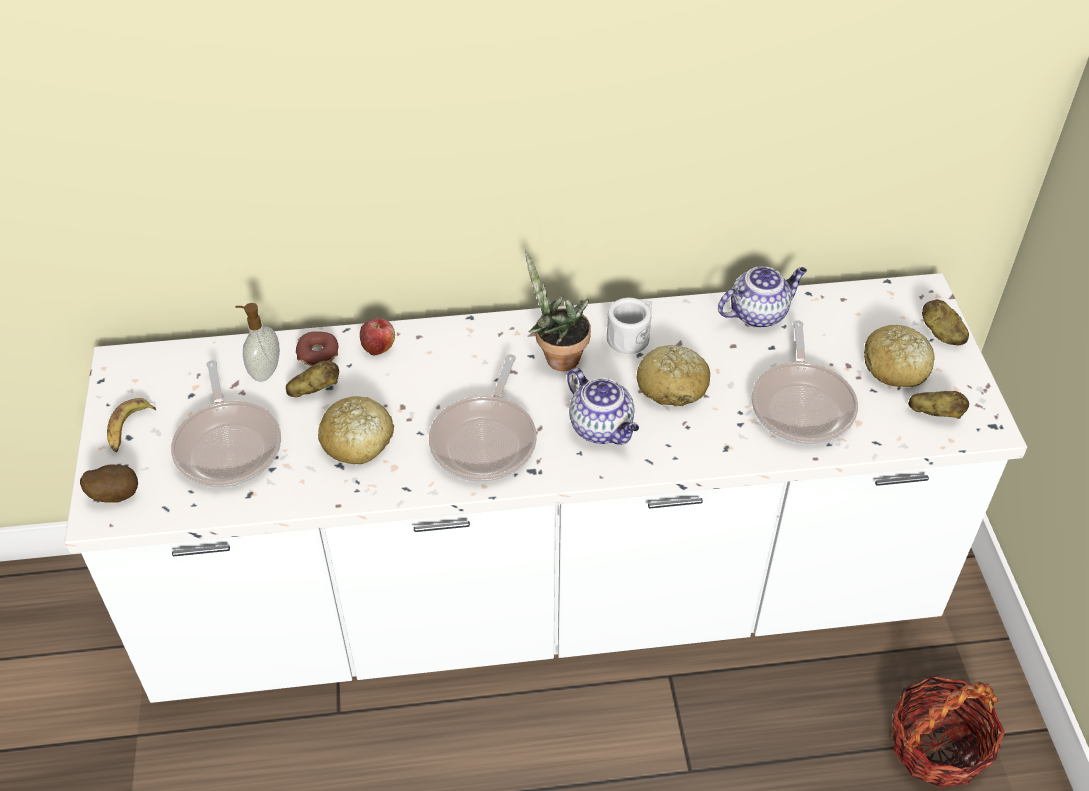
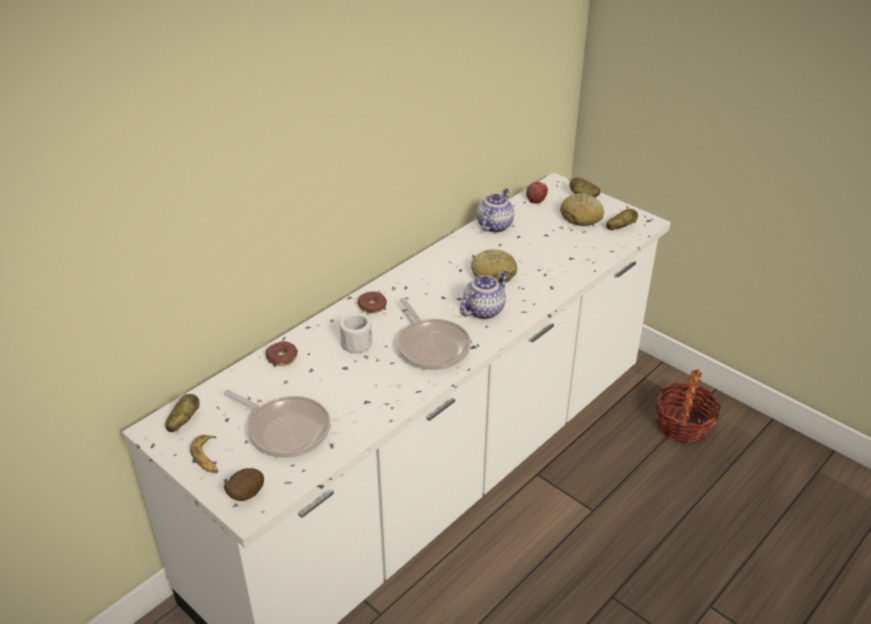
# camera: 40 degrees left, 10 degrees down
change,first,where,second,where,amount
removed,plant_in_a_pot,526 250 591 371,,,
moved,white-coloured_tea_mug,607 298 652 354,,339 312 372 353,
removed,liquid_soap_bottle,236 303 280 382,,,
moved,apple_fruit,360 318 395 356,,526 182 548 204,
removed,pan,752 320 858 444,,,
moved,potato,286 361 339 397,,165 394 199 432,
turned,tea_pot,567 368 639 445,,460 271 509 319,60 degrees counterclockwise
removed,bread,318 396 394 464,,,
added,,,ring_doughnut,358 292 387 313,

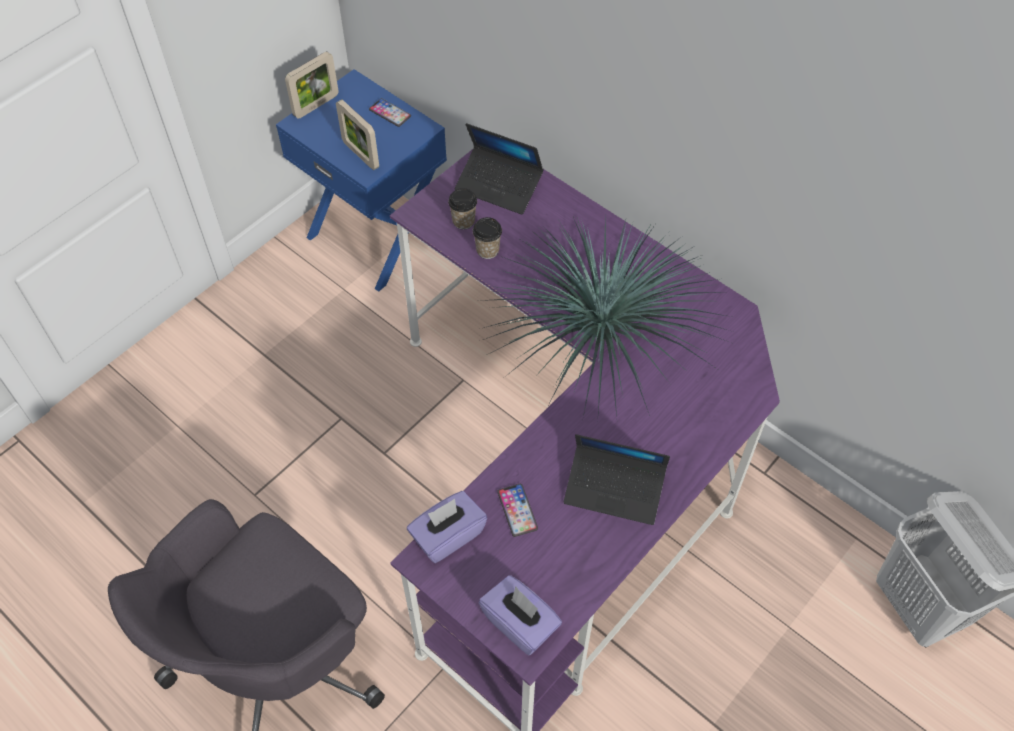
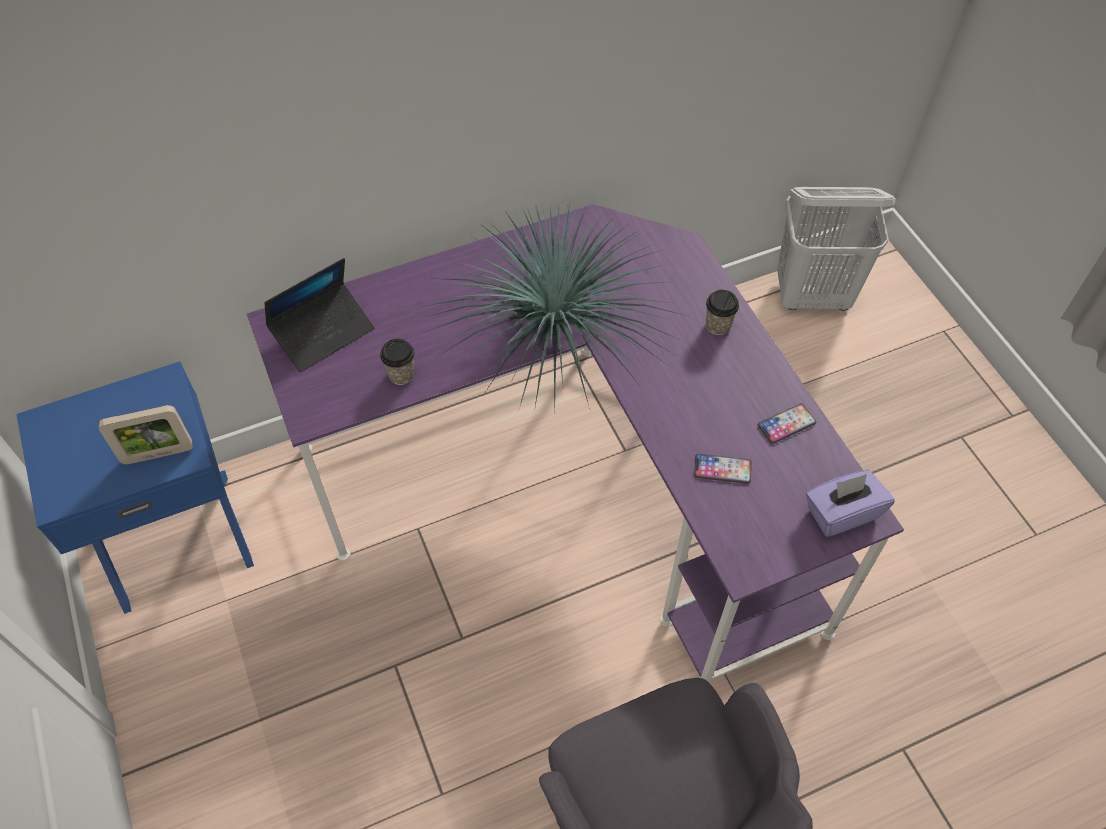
# camera: 65 degrees left, 0 degrees up
change,first,where,second,where,amount
removed,standing_frame,285 52 339 119,,,
moved,handset,369 98 411 127,,758 403 817 444,
moved,cup,448 188 477 230,,706 290 739 335,
removed,laptop,564 434 670 525,,,
removed,purple_box_of_tissues,407 491 487 563,,,

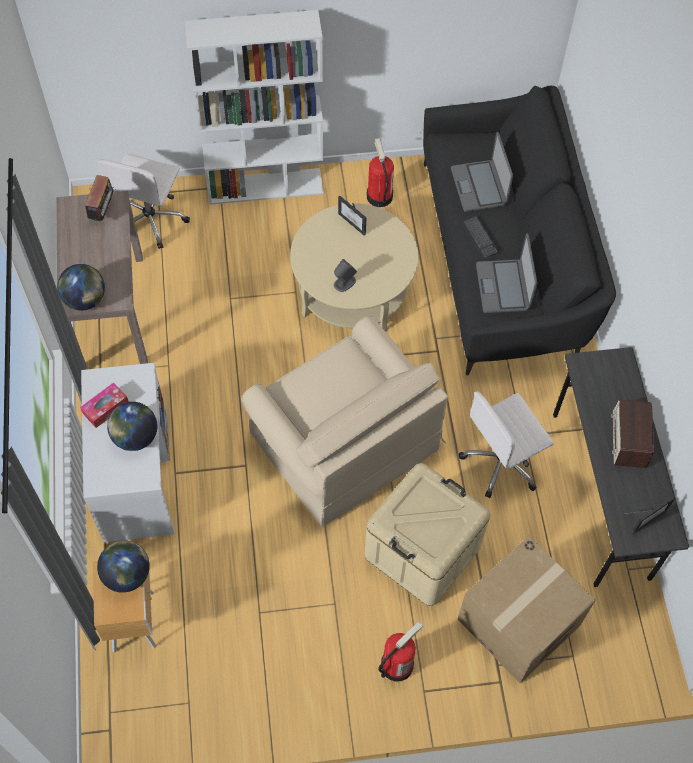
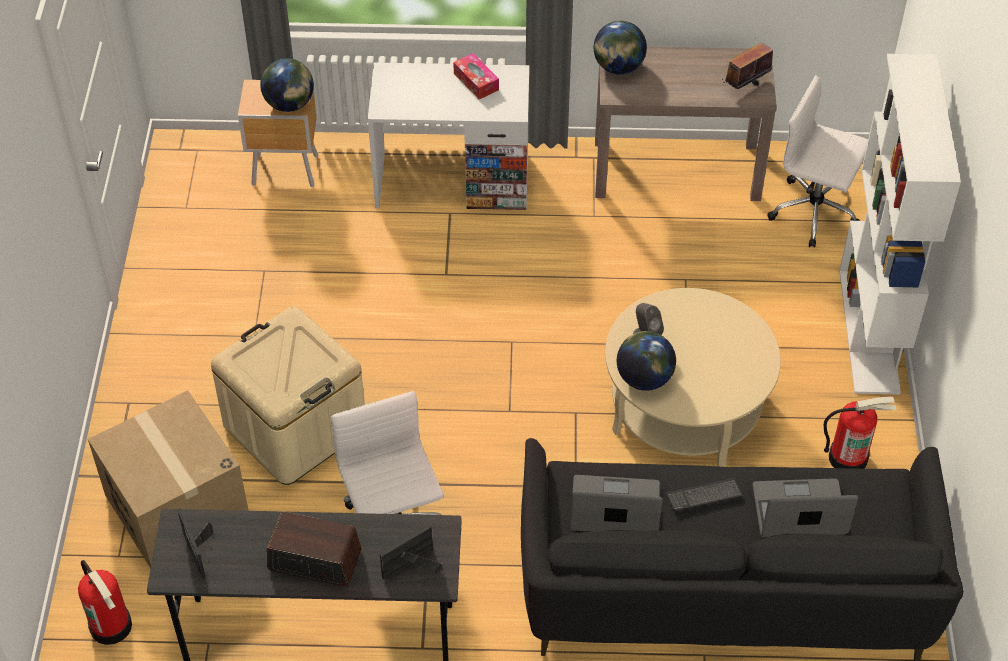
# camera: 100 degrees right, 10 degrees down
change,first,where,second,where,amount
turned,radio_receiver,84 175 118 221,,722 38 773 89,120 degrees clockwise
moved,standing_frame,338 196 366 235,,380 525 443 580,
removed,beige_armchair,241 315 448 528,,,
moved,world_globe,107 402 157 451,,617 331 676 391,
moved,fire_extinguisher,378 622 424 682,,78 560 132 645,

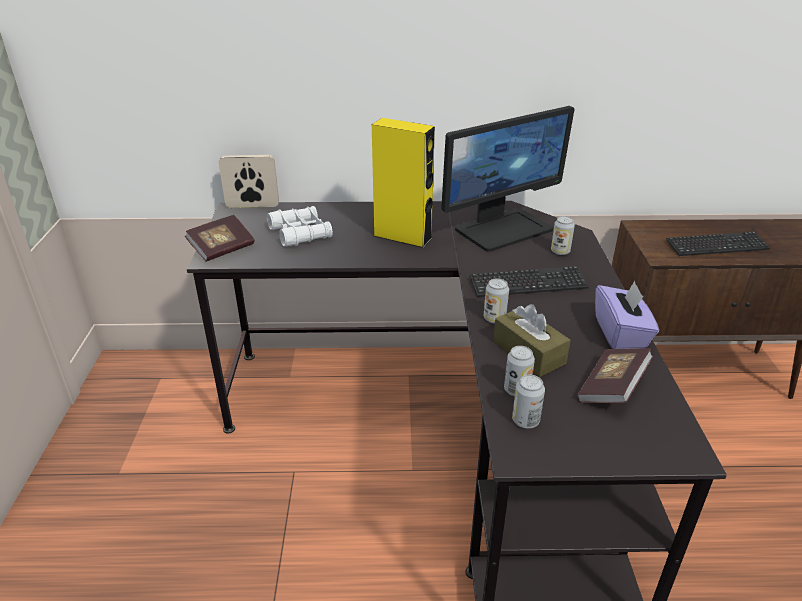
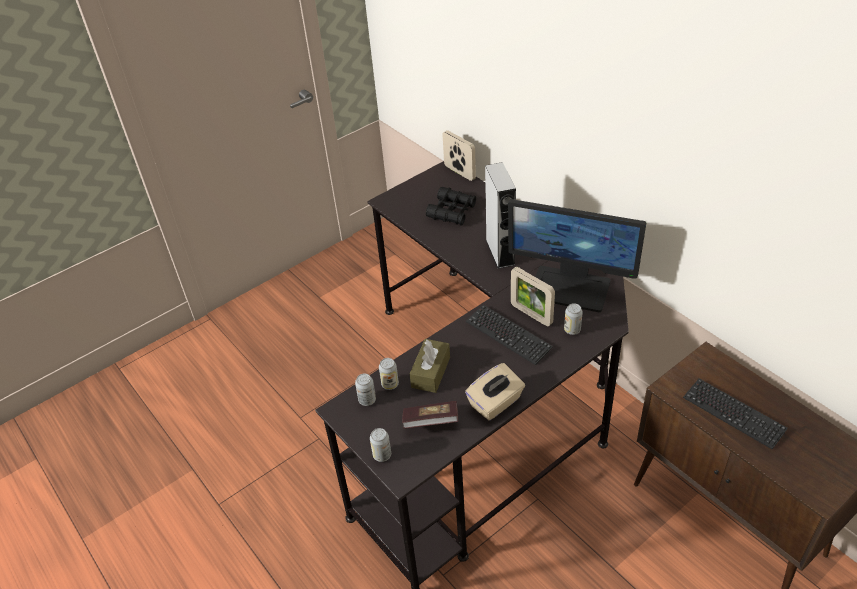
# camera: 55 degrees right, 10 degrees up
change,first,where,second,where,amount
recoloured,yellow_loudspeaker,372 118 435 248,gray_loudspeaker,485 162 516 269,
recoloured,white-coloured_field_glasses,267 206 333 246,black-coloured_field_glasses,426 187 476 225,
removed,bound_book,185 215 255 262,,,
moved,metal_can,484 278 509 323,,370 428 391 462,
recoloured,purple_box_of_tissues,595 281 659 349,beige_box_of_tissues,465 363 525 421,
added,,,standing_frame,511 267 555 326,

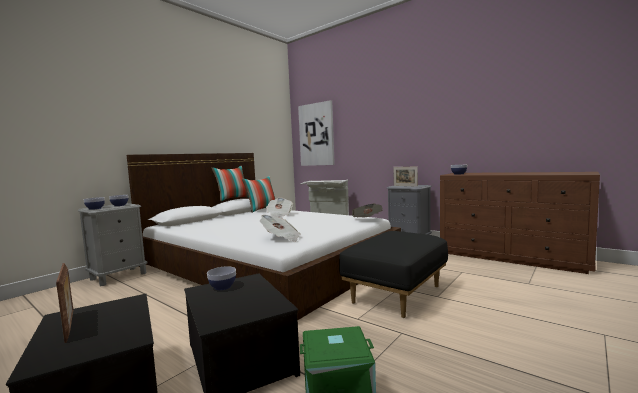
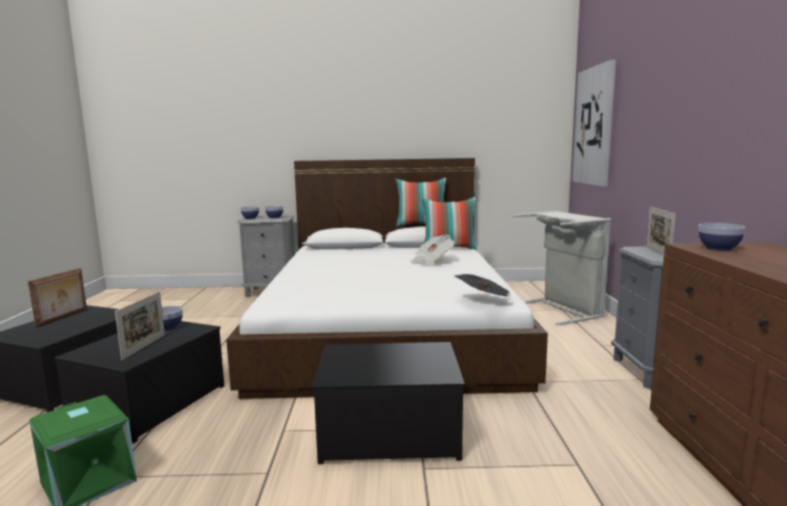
# camera: 50 degrees right, 5 degrees up
change,first,where,second,where,amount
removed,printed_paper,259 215 301 241,,,
replaced,black-coloured_footrest,339 231 448 318,storage_container,312 342 465 464,
added,,,standing_frame,115 291 165 360,

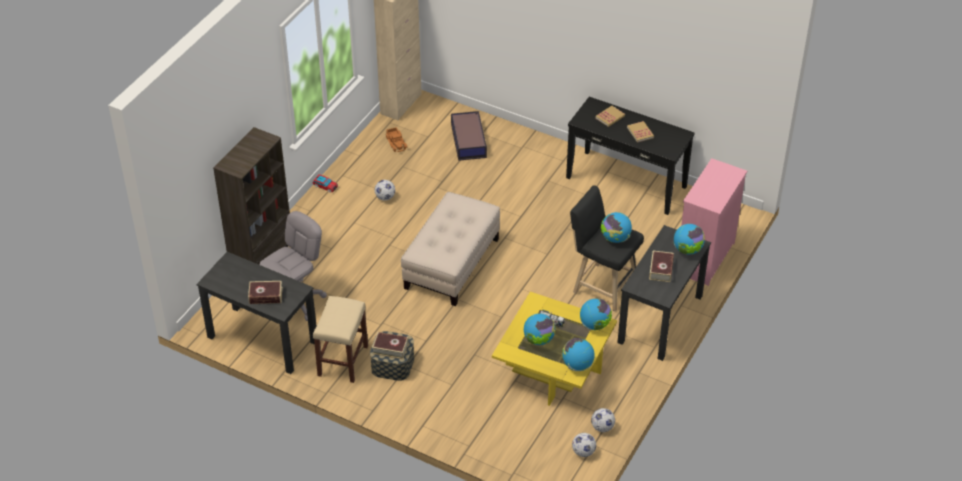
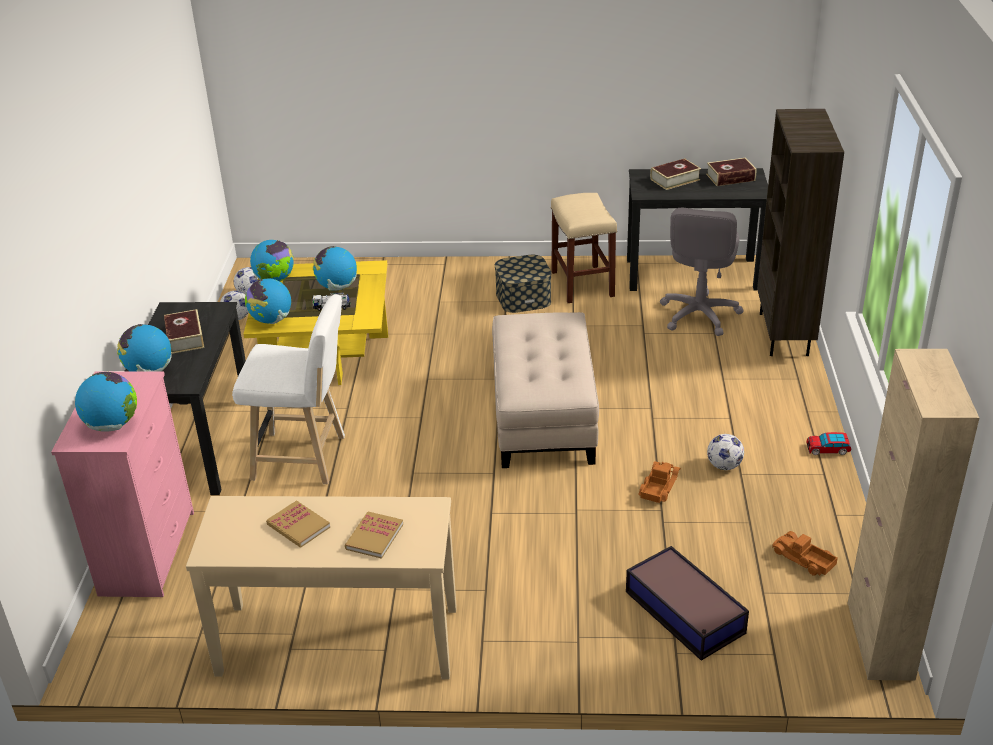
# camera: 155 degrees right, 10 degrees down
change,first,where,second,where,amount
recoloured,black-coloured_console_table,566 97 694 215,beige_console_table,186 496 457 680,
recoloured,black-coloured_stool,570 185 644 312,white-coloured_stool,232 294 345 484,
moved,world_globe,601 212 632 243,,75 372 137 432,
moved,bound_book,372 332 408 359,,706 157 757 186,
added,,,toy_truck,638 461 681 503,

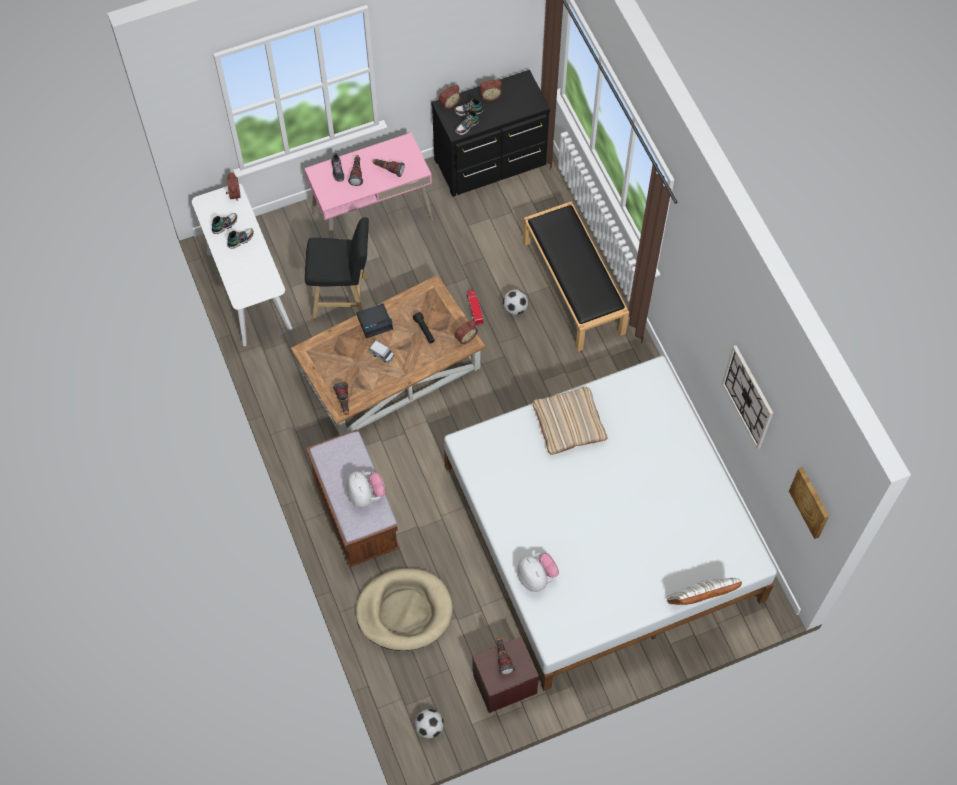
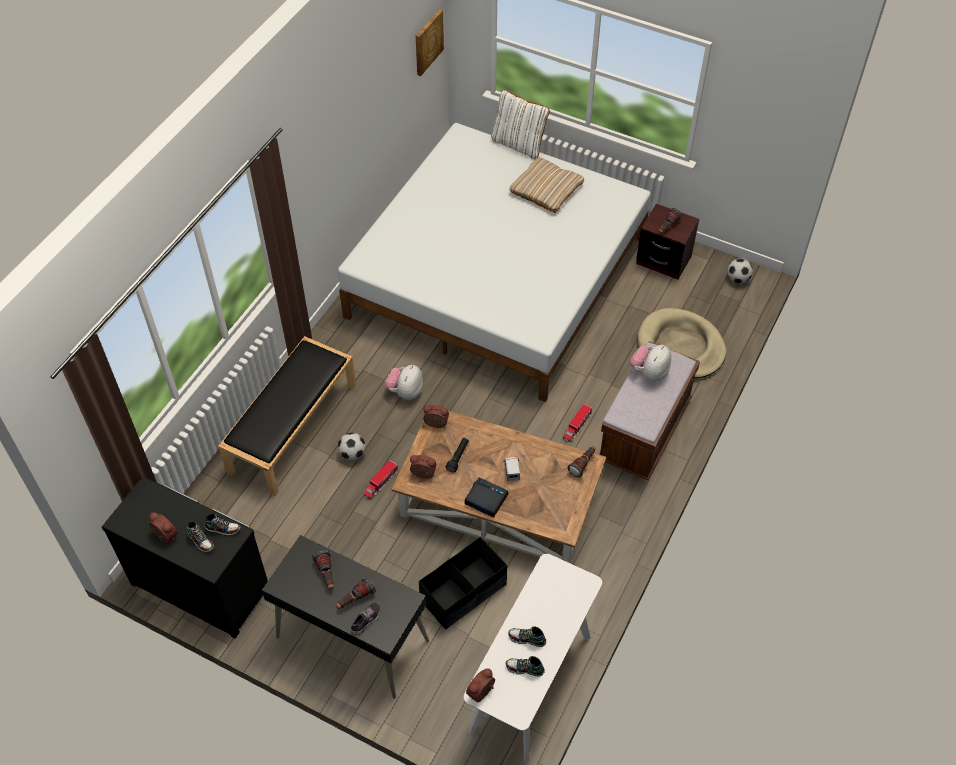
# camera: 130 degrees left, 10 degrees down
change,first,where,second,where,amount
moved,alarm_clock,439 85 461 109,,410 455 437 479,
recoloured,pink-coloured_desk_table,304 133 433 238,black-coloured_desk_table,262 535 429 699,
replaced,black-coloured_stool,305 217 369 320,black-coloured_storage_container,419 537 507 630,
removed,wall_clock,722 345 773 449,,,
moved,beige_pillow,533 387 607 455,,510 158 584 213,
moved,soft_toy,517 553 559 592,,385 365 423 400,
added,,,toy_truck,563 404 592 442,

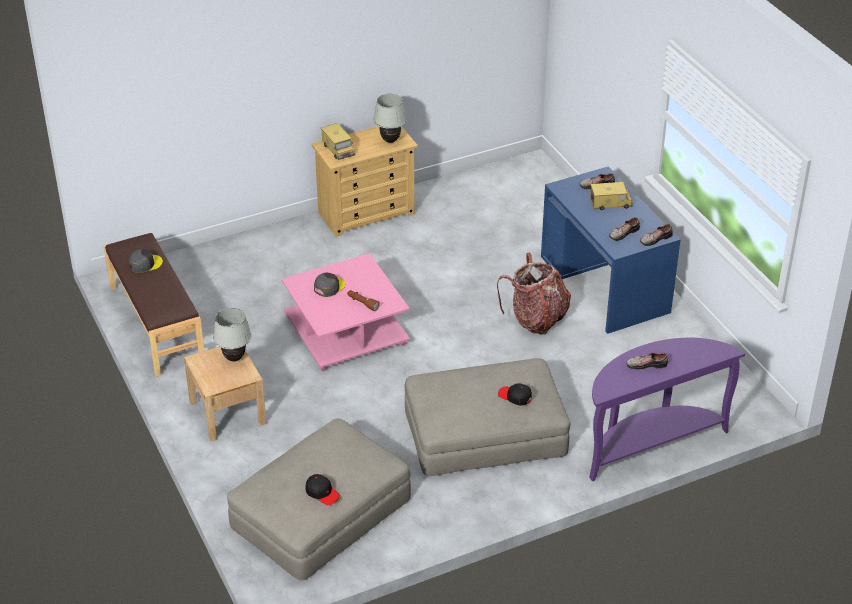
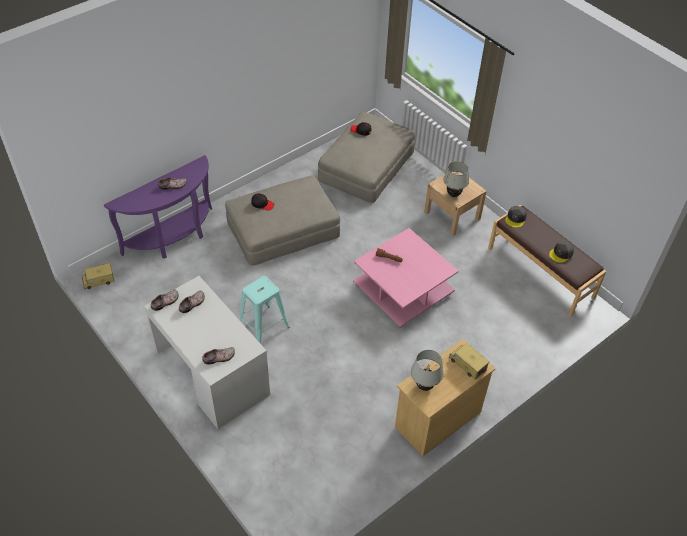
# camera: 165 degrees right, 10 degrees up
change,first,where,second,where,amount
recoloured,bluish_desk_table,541 166 681 334,white-coloured_desk_table,144 276 270 429,
moved,toy_truck,590 182 633 210,,81 263 115 290,
replaced,backpack,497 252 571 335,blue-green_stool,240 276 290 343,
moved,gray_cap,314 272 345 297,,505 206 527 228,

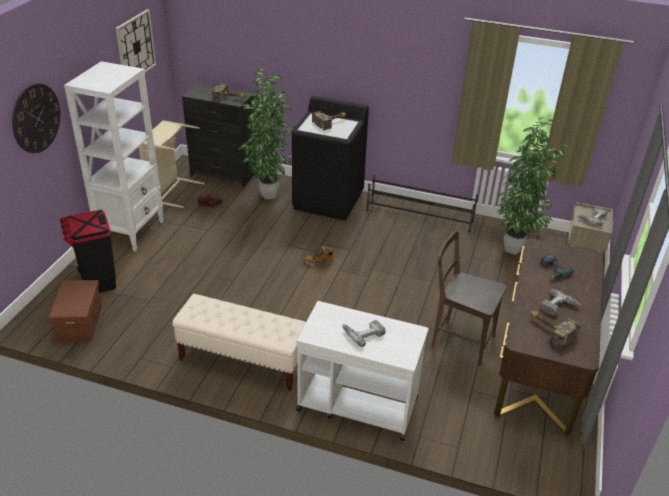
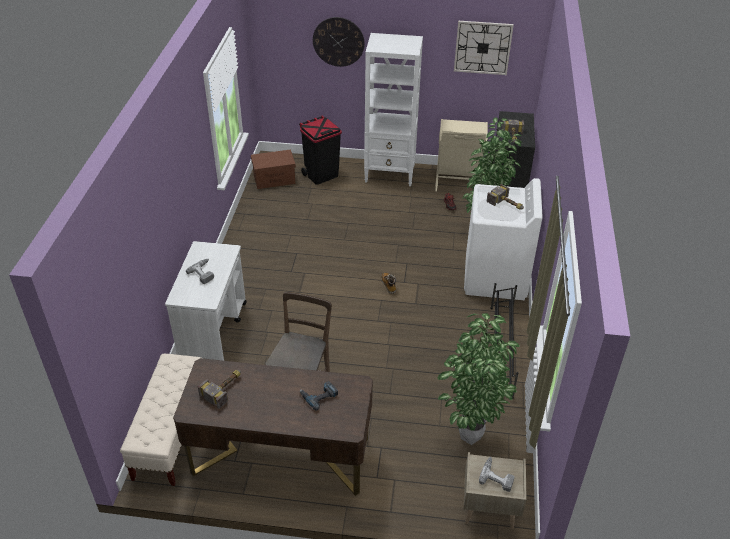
# camera: 80 degrees right, 5 degrees up
change,first,where,second,where,amount
recoloured,black-coloured_laundry_machine,292 96 369 220,white-coloured_laundry_machine,464 178 543 301,
removed,drill,540 289 581 315,,,
moved,beige_indoor_bench,172 294 306 391,,120 354 201 486,

